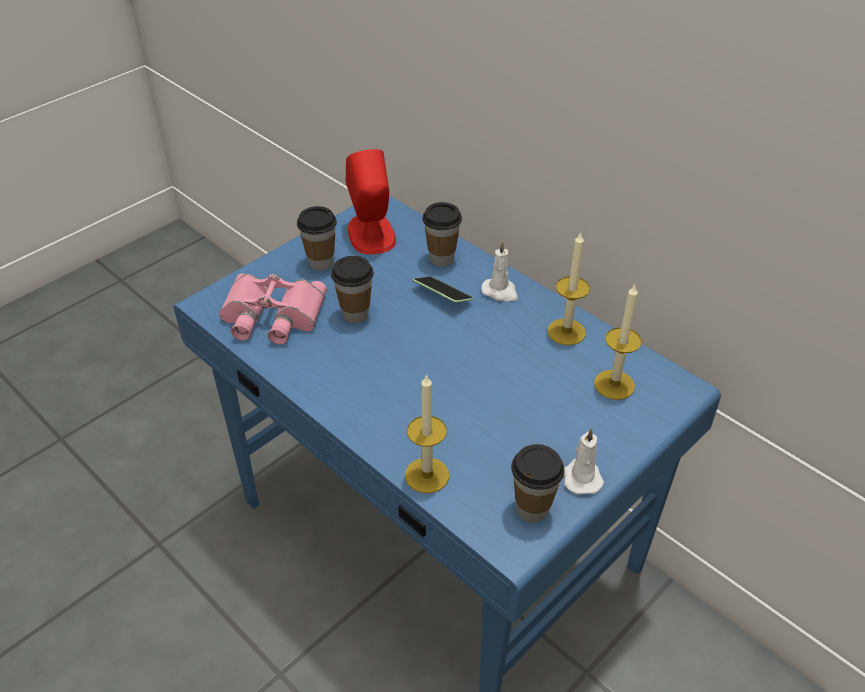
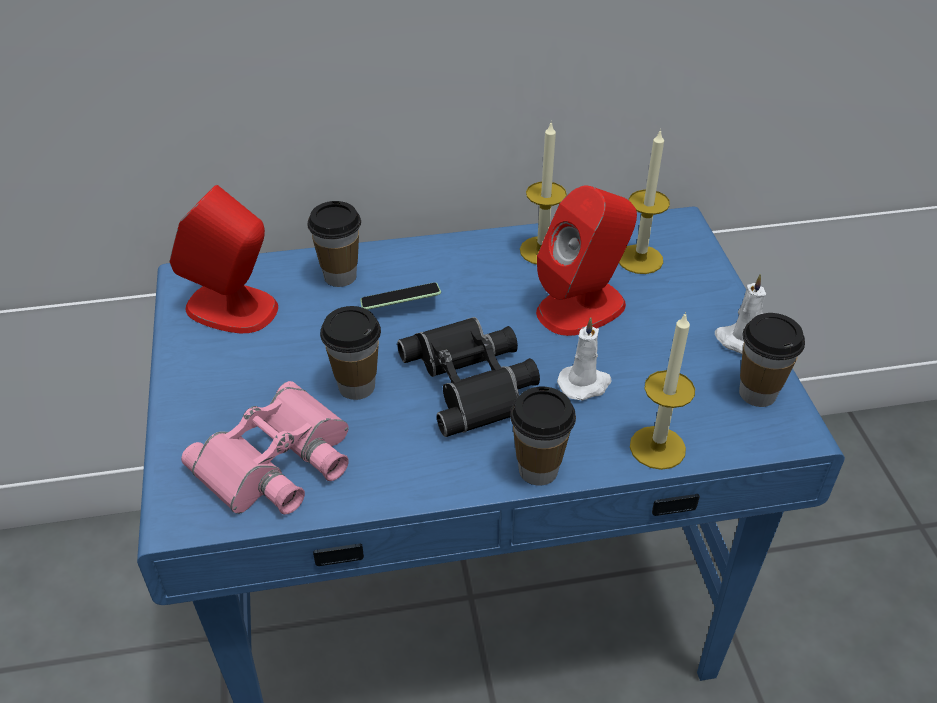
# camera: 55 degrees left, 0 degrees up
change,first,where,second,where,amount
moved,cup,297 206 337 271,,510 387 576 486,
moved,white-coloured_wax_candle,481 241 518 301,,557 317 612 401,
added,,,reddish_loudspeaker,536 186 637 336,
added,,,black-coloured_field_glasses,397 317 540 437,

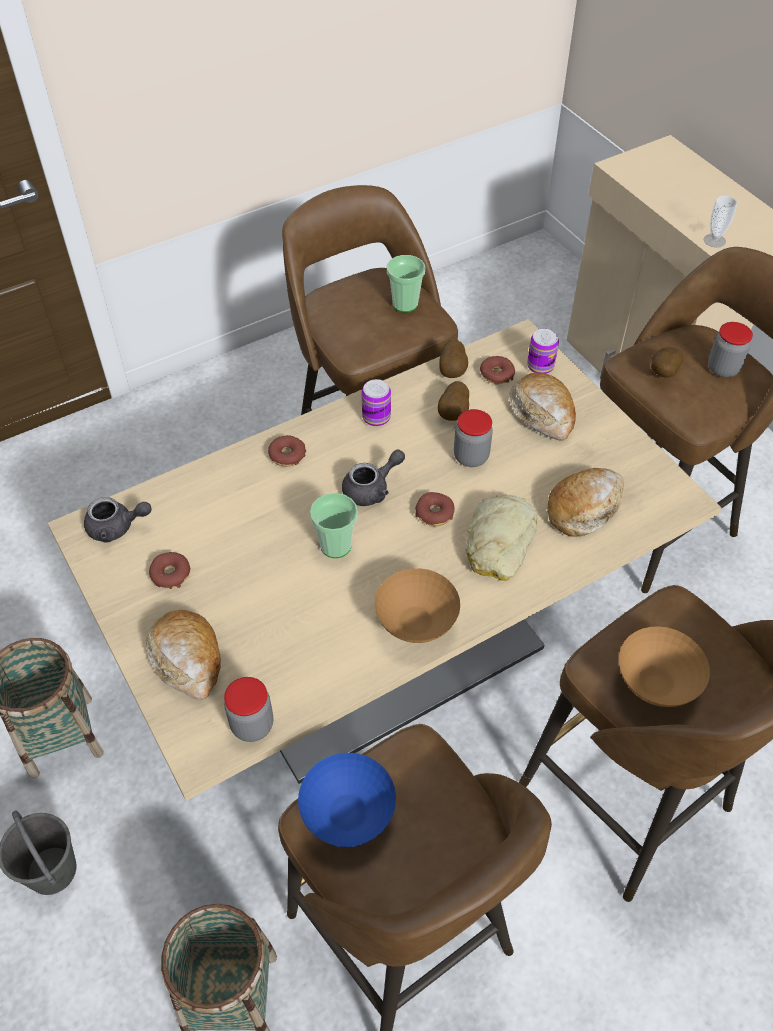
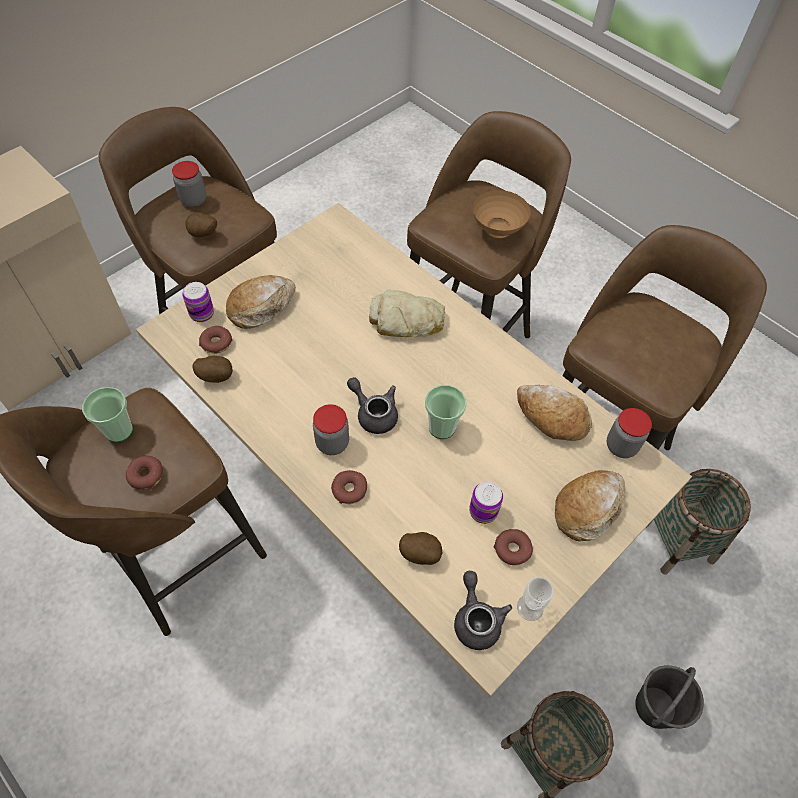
# camera: 105 degrees left, 5 degrees up
change,first,where,second,where,amount
moved,cup,704 196 737 248,,517 577 554 621,
moved,metal_can,362 379 391 427,,469 481 503 524,
moved,potato,438 381 469 421,,399 532 442 565,
moved,storage_jar,454 409 493 467,,313 404 349 455,
moved,bread,547 468 624 537,,517 385 592 441,
moved,ring_doughnut,415 492 455 526,,126 456 163 490,
removed,brown_deep_dish,375 568 460 643,,,
removed,bluish_deep_dish,298 753 396 847,,,

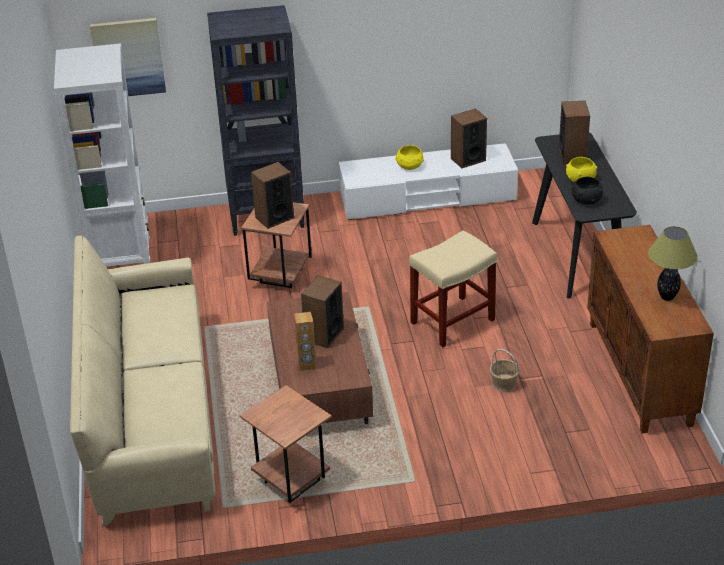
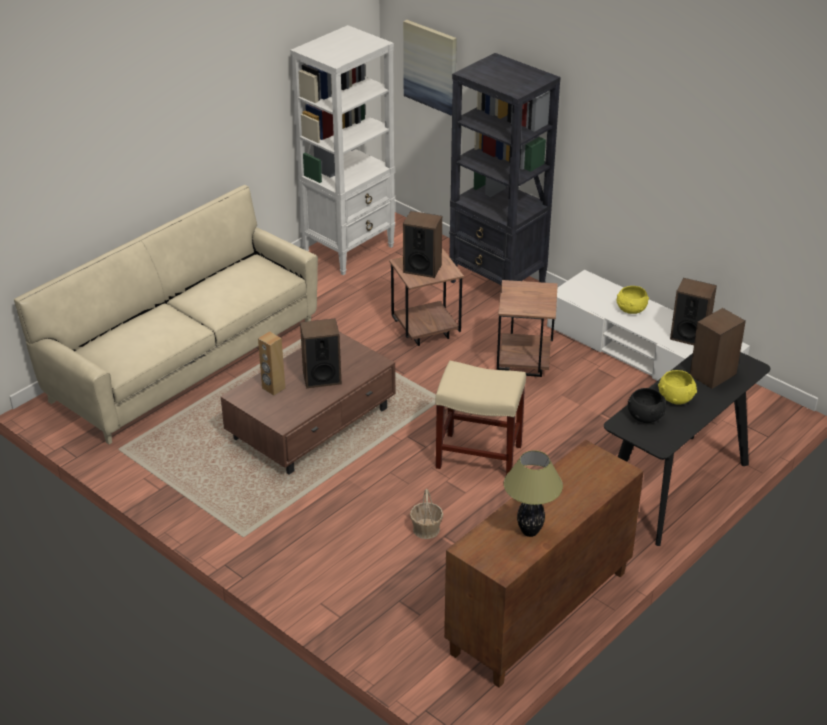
# camera: 50 degrees right, 0 degrees up
change,first,where,second,where,amount
moved,brown_accent_table,240 385 332 503,,497 280 558 377,

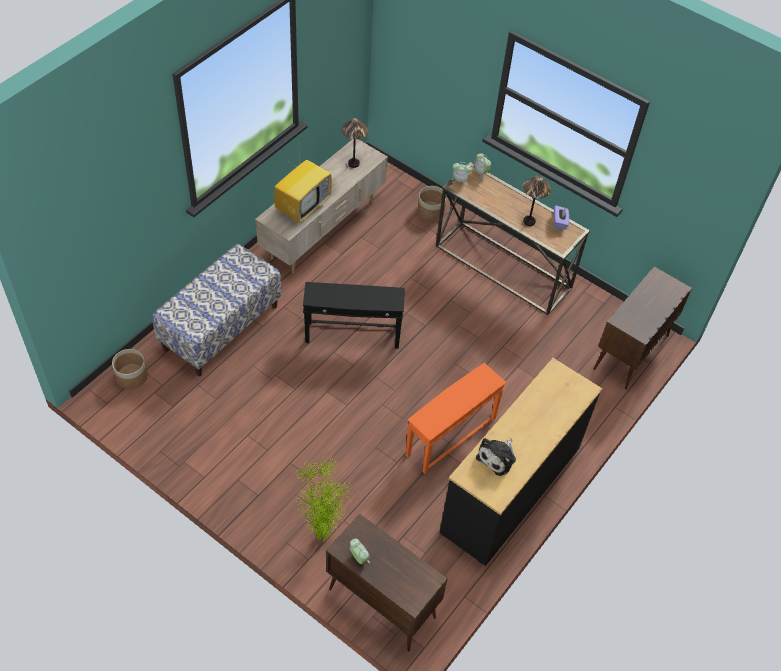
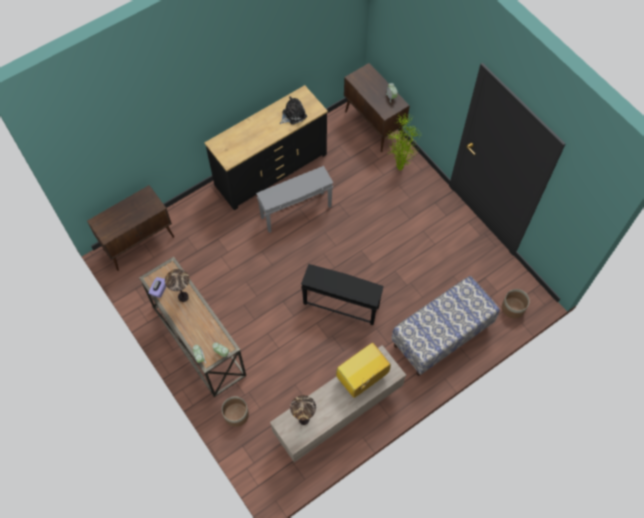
# camera: 160 degrees left, 10 degrees up
change,first,where,second,where,amount
recoloured,orange_accent_table,406 363 507 474,gray_accent_table,256 166 333 233,

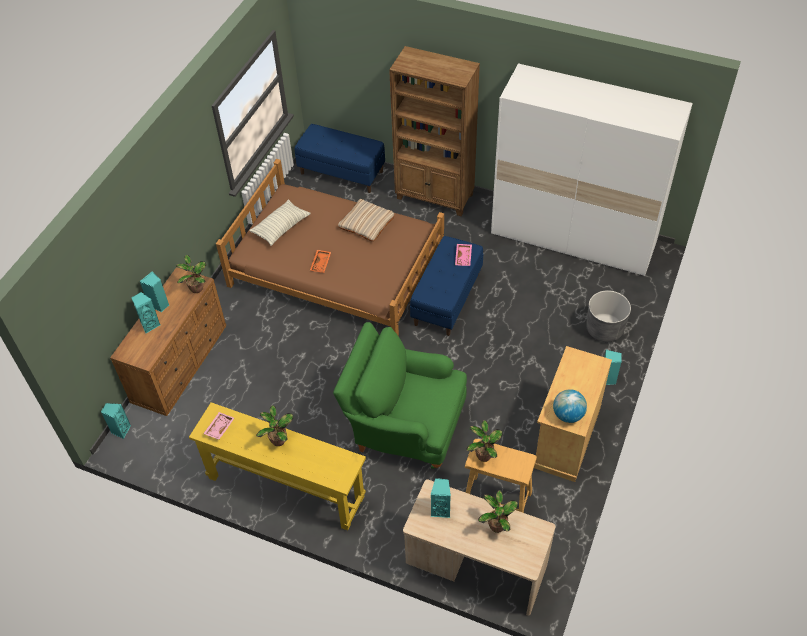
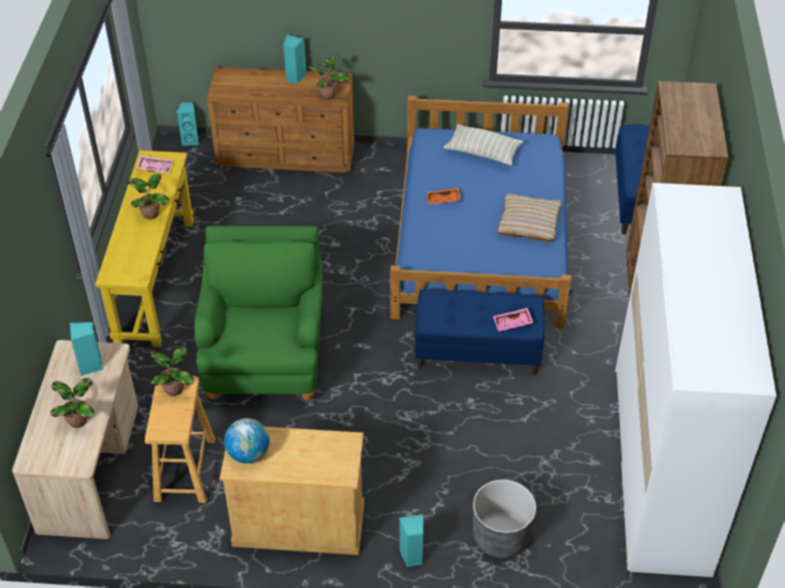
# camera: 70 degrees right, 5 degrees down
change,first,where,second,where,amount
recoloured,brown_sleeping_bed,216 159 444 336,bluish_sleeping_bed,389 96 574 329,
removed,blue-green_loudspeaker,131 292 160 333,,,

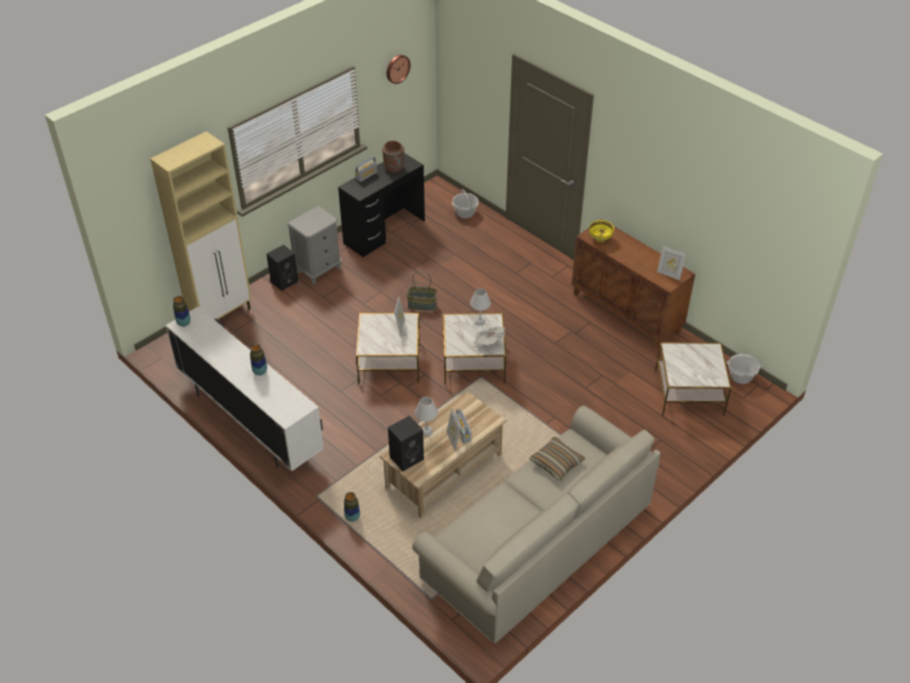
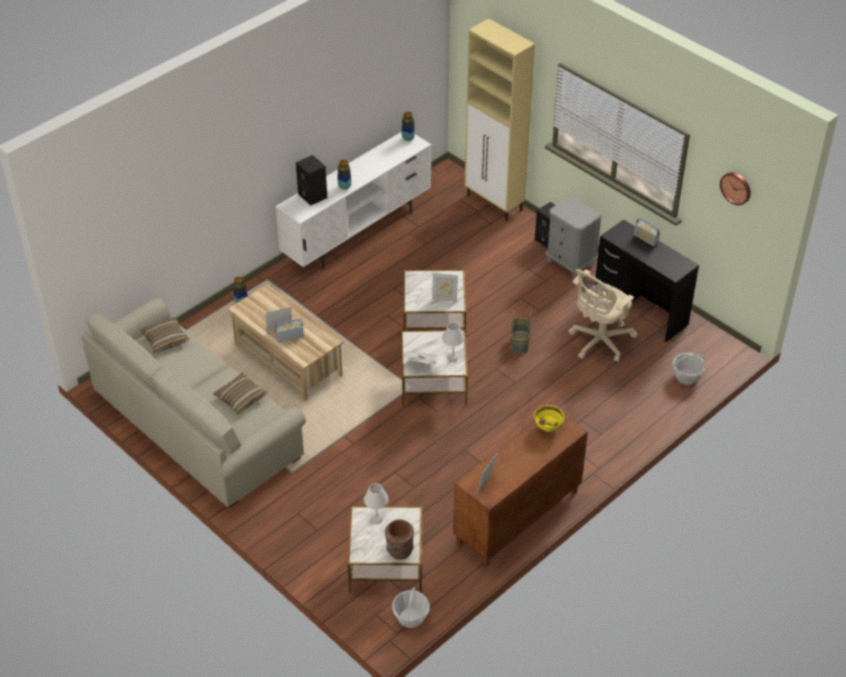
# camera: 90 degrees right, 0 degrees up
change,first,where,second,where,amount
moved,brown_vase,382 141 404 173,,385 519 414 560,
moved,white-coloured_table_lamp,415 397 438 436,,364 483 389 524,
moved,black-coloured_loudspeaker,388 415 424 471,,296 155 327 206,
added,,,beige_office_chair,568 269 638 362,
added,,,pillow,140 317 189 354,

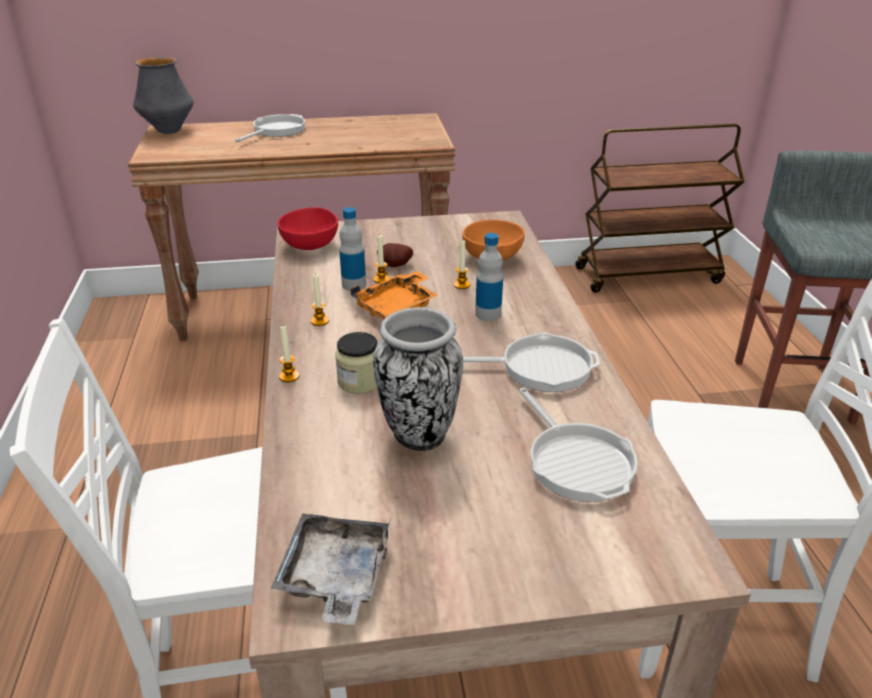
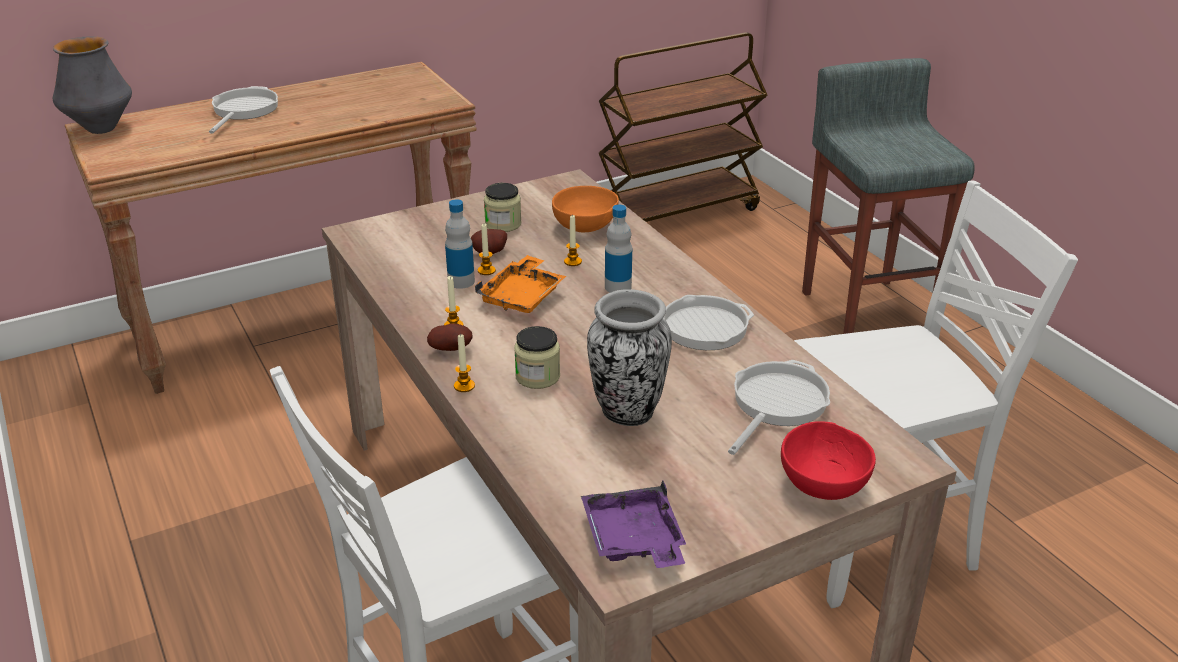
# camera: 20 degrees left, 0 degrees up
change,first,where,second,where,amount
moved,reddish_deep_dish,277 207 338 250,,781 421 876 500,
turned,pan,519 388 637 502,,728 360 830 455,105 degrees counterclockwise
recoloured,gray_serving_tray,271 513 391 625,purple_serving_tray,581 481 686 568,
added,,,storage_jar,484 183 522 232,
added,,,potato,427 323 472 351,

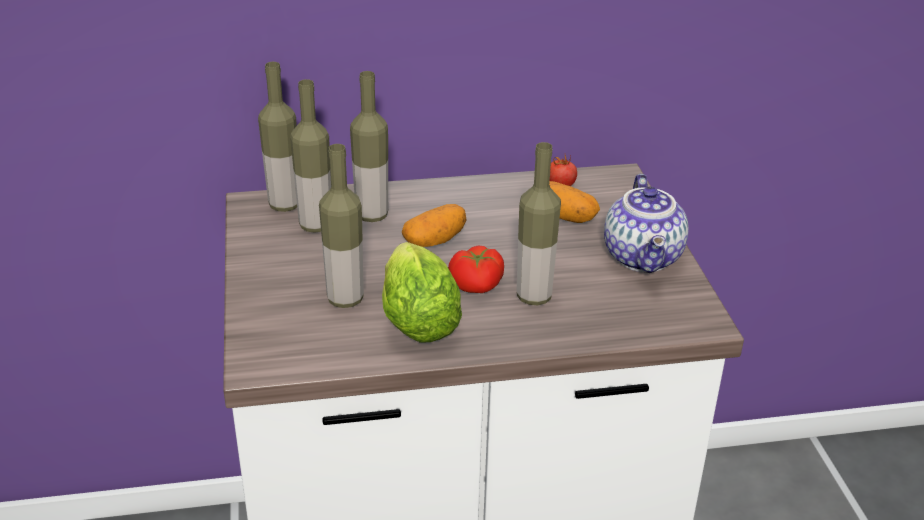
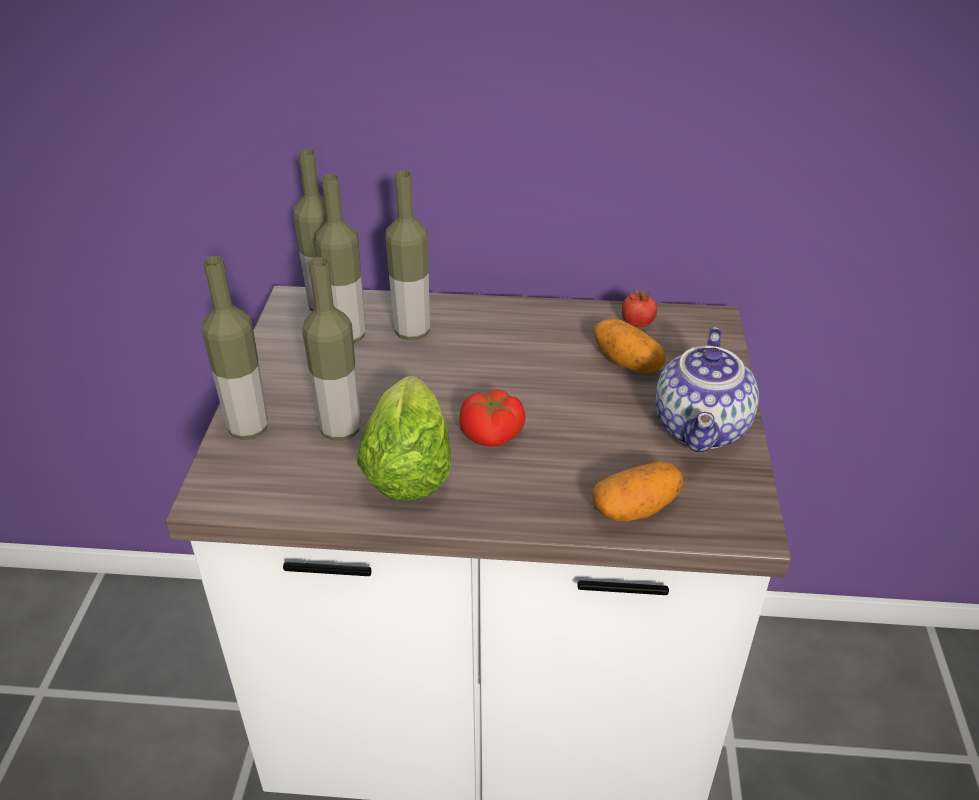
# camera: 15 degrees right, 5 degrees up
change,first,where,second,where,amount
moved,bottle,516 142 561 305,,202 256 268 440,
moved,potato,402 204 467 247,,591 462 683 521,

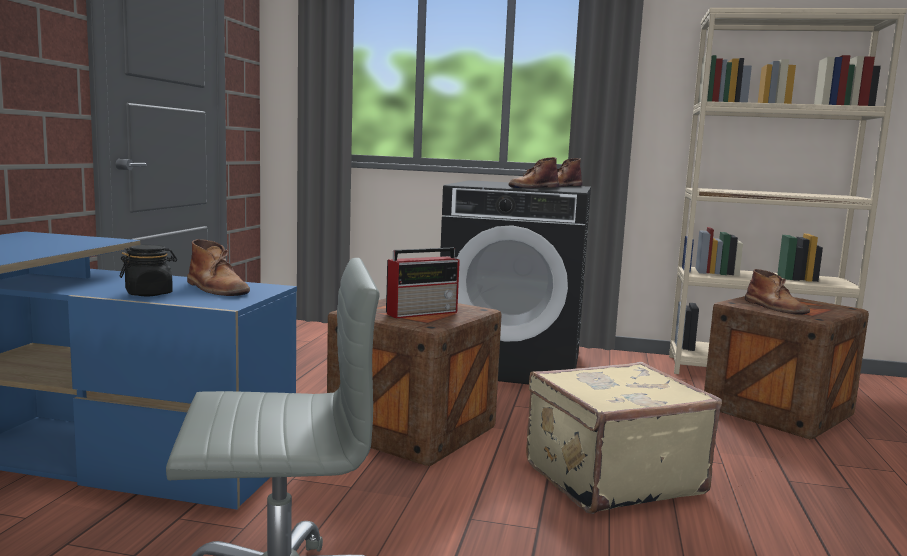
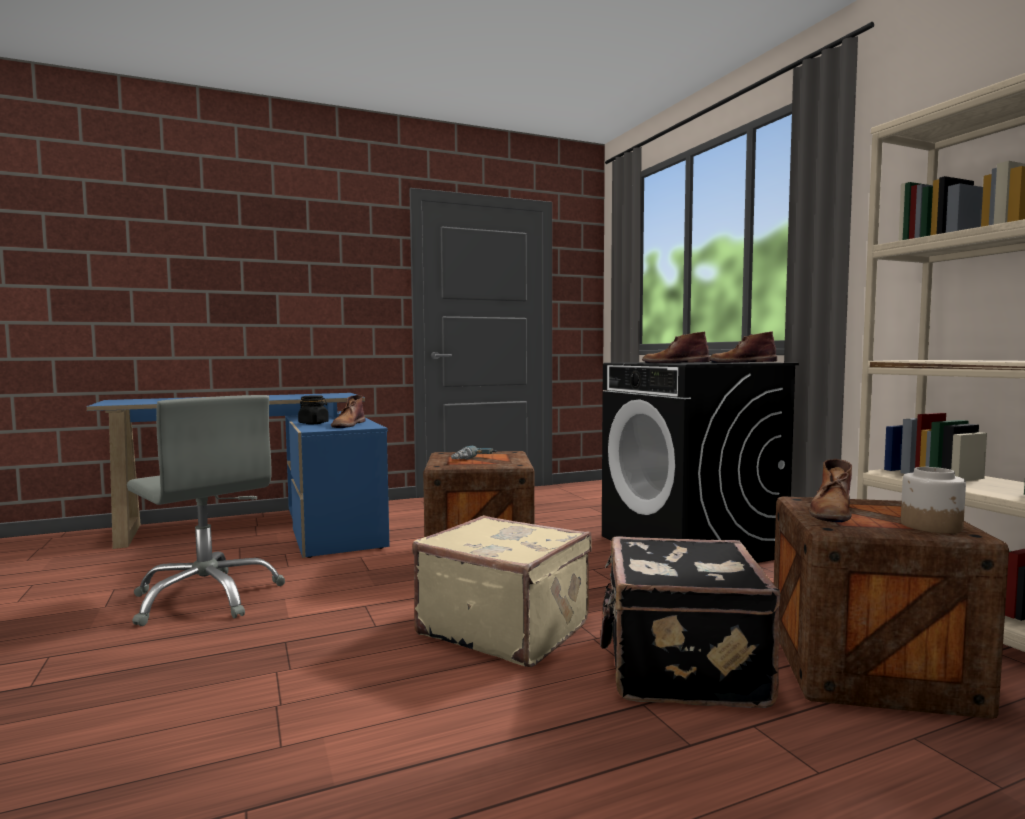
# camera: 55 degrees right, 5 degrees down
change,first,where,second,where,amount
replaced,radio_receiver,386 247 460 318,drill,451 446 497 459,
added,,,storage_jar,901 467 966 533,
added,,,black-coloured_suitcase,600 536 781 708,

